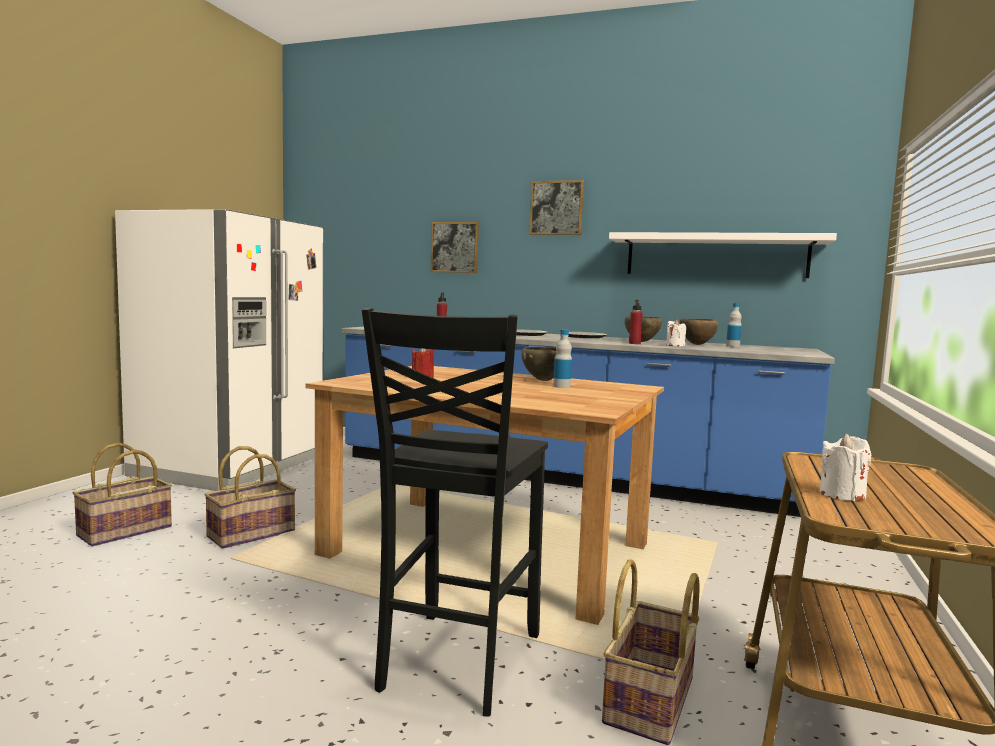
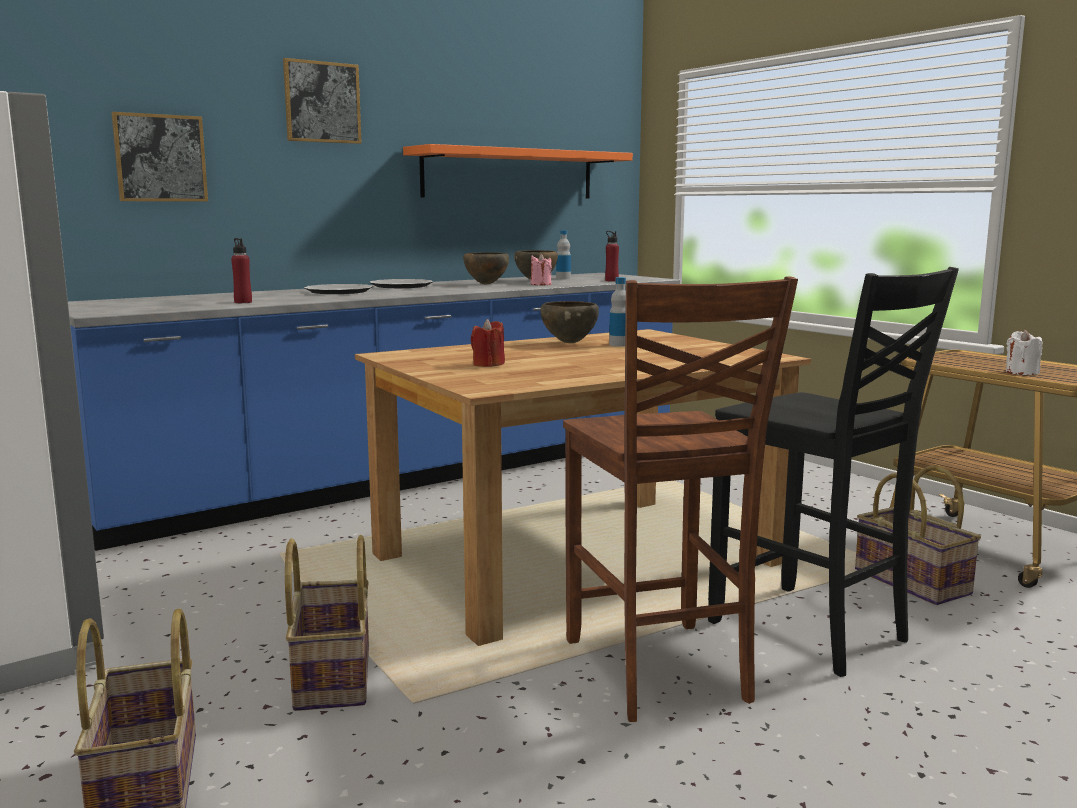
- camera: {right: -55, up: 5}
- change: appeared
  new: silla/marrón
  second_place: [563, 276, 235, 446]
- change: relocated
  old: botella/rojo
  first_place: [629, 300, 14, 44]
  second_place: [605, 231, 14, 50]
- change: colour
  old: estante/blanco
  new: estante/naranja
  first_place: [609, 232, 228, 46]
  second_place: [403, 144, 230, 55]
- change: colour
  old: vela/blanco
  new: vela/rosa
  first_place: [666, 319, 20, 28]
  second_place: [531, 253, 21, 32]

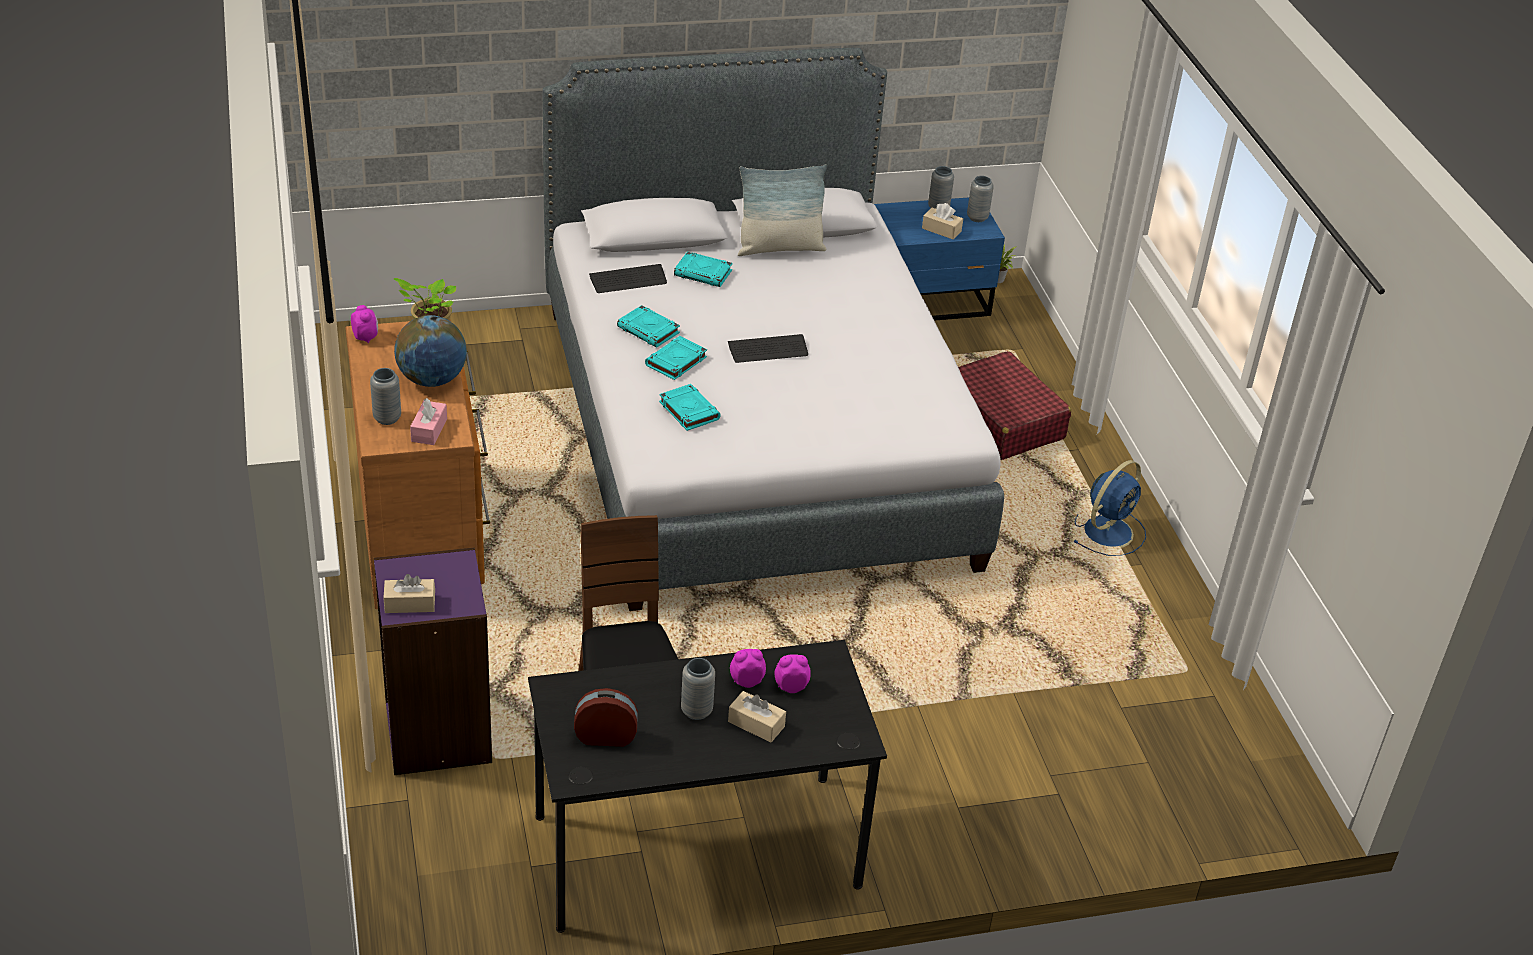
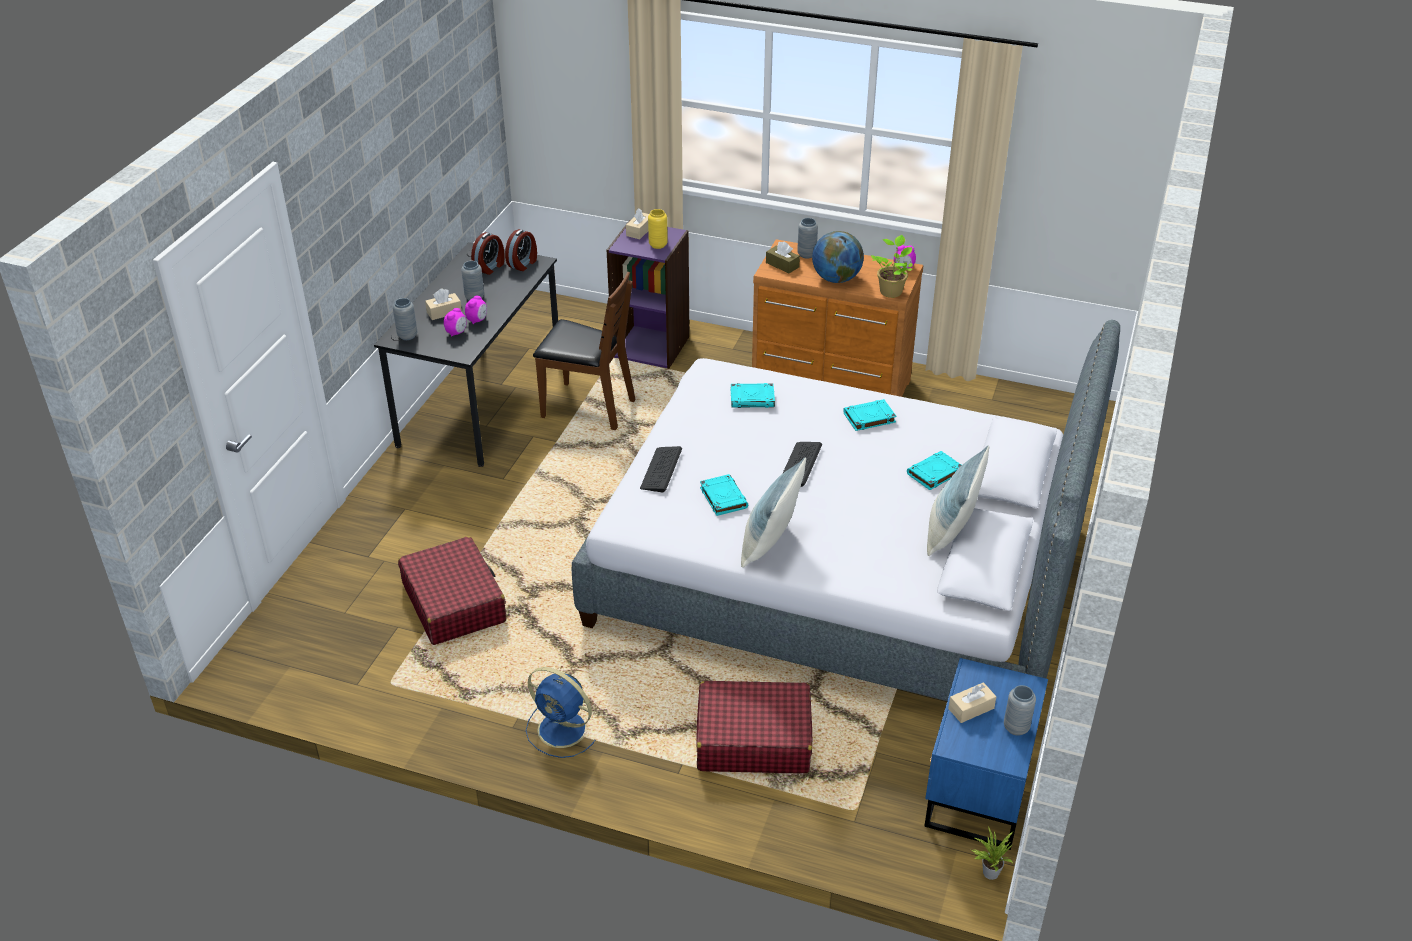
- camera: {right: 125, up: 0}
- change: appeared
  new: maleta/rojo
  second_place: [398, 536, 108, 109]
- change: appeared
  new: despertador
  second_place: [505, 229, 32, 42]
- change: appeared
  new: florero/amarillo
  second_place: [648, 209, 20, 40]
- change: appeared
  new: cojín
  second_place: [741, 457, 65, 111]
- change: relocated
  old: teclado
  first_place: [589, 264, 78, 29]
  second_place: [640, 446, 42, 46]
- change: relocated
  old: libro/turquesa
  first_place: [645, 336, 62, 44]
  second_place: [700, 474, 48, 42]
- change: relocated
  old: florero/gris
  first_place: [967, 176, 27, 46]
  second_place: [393, 298, 24, 42]
- change: colour
  old: caja de pañuelos/rosa
  new: caja de pañuelos/marrón
  first_place: [410, 398, 37, 47]
  second_place: [766, 241, 34, 32]
- change: spun
  old: ventilador/azul
  first_place: [1073, 460, 73, 96]
  second_place: [526, 667, 70, 91]
  degrees: -45

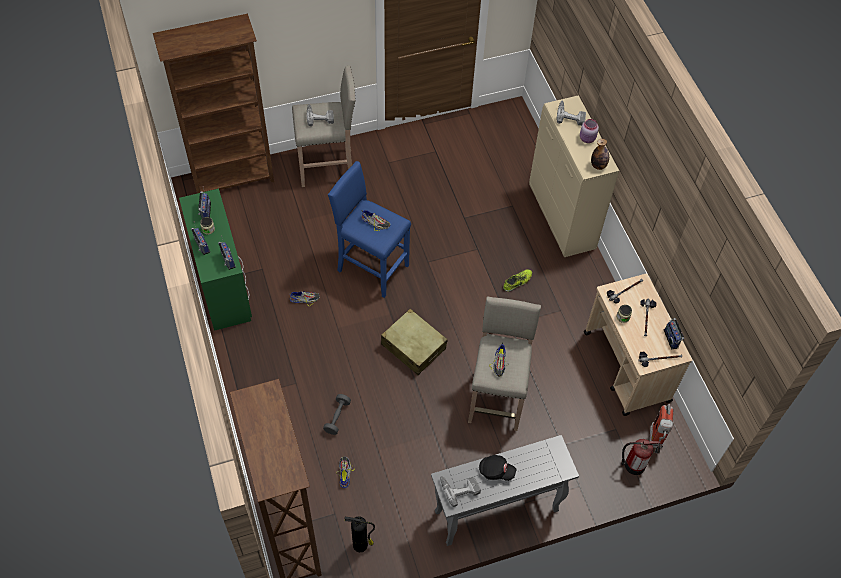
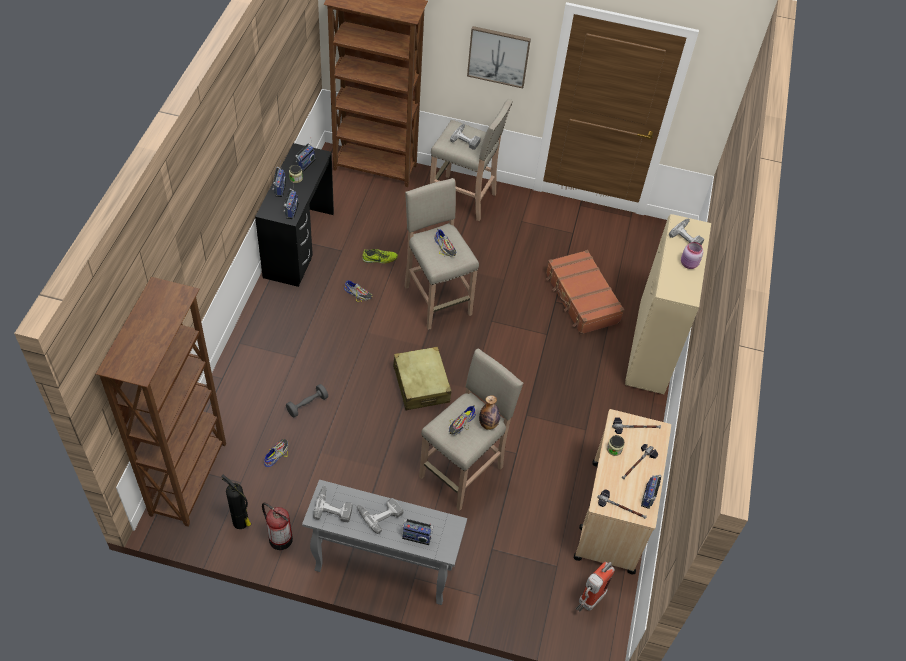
- camera: {right: 30, up: -5}
- change: appeared
  new: radio
  second_place: [402, 519, 31, 26]
- change: appeared
  new: cuadro
  second_place: [467, 26, 64, 63]
- change: appeared
  new: maleta/marrón
  second_place: [546, 250, 78, 85]
- change: relocated
  old: zapato
  first_place: [503, 269, 29, 23]
  second_place: [362, 249, 36, 15]
- change: relocated
  old: botella
  first_place: [591, 139, 18, 31]
  second_place: [479, 395, 21, 35]
- change: relocated
  old: extintor
  first_place: [621, 439, 39, 36]
  second_place: [262, 502, 31, 48]
- change: exchanged
  old: gorra/negro
  new: taladro
  first_place: [479, 455, 38, 26]
  second_place: [357, 498, 46, 36]
- change: colour
  old: escritorio/verde
  new: escritorio/negro
  first_place: [179, 189, 73, 142]
  second_place: [255, 143, 79, 144]
- change: colour
  old: taburete/azul
  new: taburete/beis
  first_place: [328, 161, 83, 137]
  second_place: [404, 178, 75, 152]

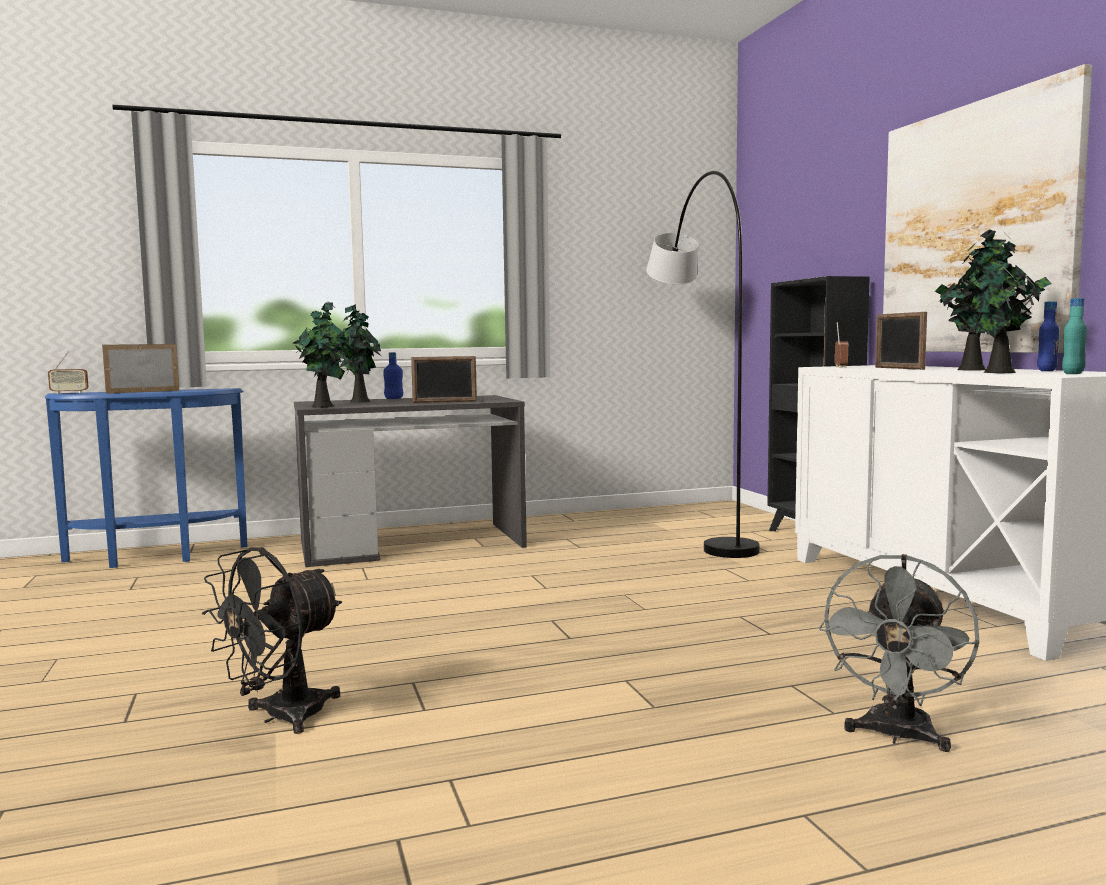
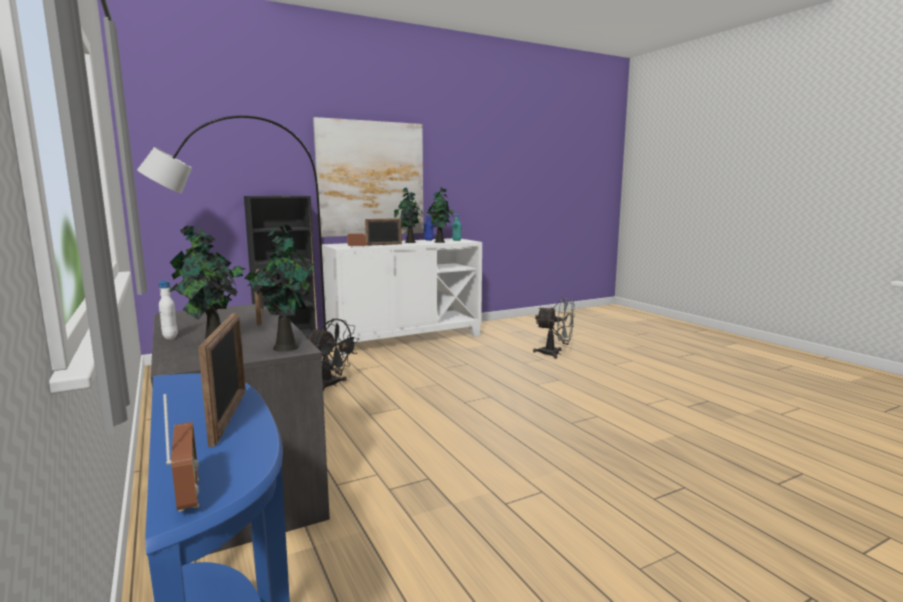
- camera: {right: -100, up: 5}
- change: relocated
  old: ventilador/negro
  first_place: [202, 547, 140, 187]
  second_place: [308, 319, 51, 72]
- change: colour
  old: botella/azul
  new: botella/blanco
  first_place: [383, 352, 20, 47]
  second_place: [159, 281, 19, 59]
- change: spun
  old: portarretratos
  first_place: [102, 344, 77, 50]
  second_place: [198, 313, 48, 134]
  degrees: -150

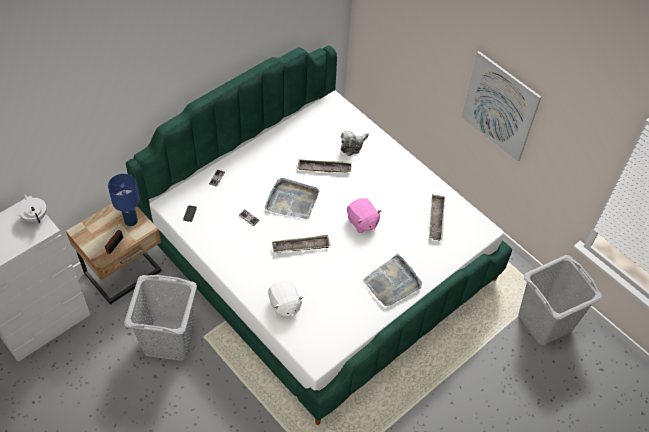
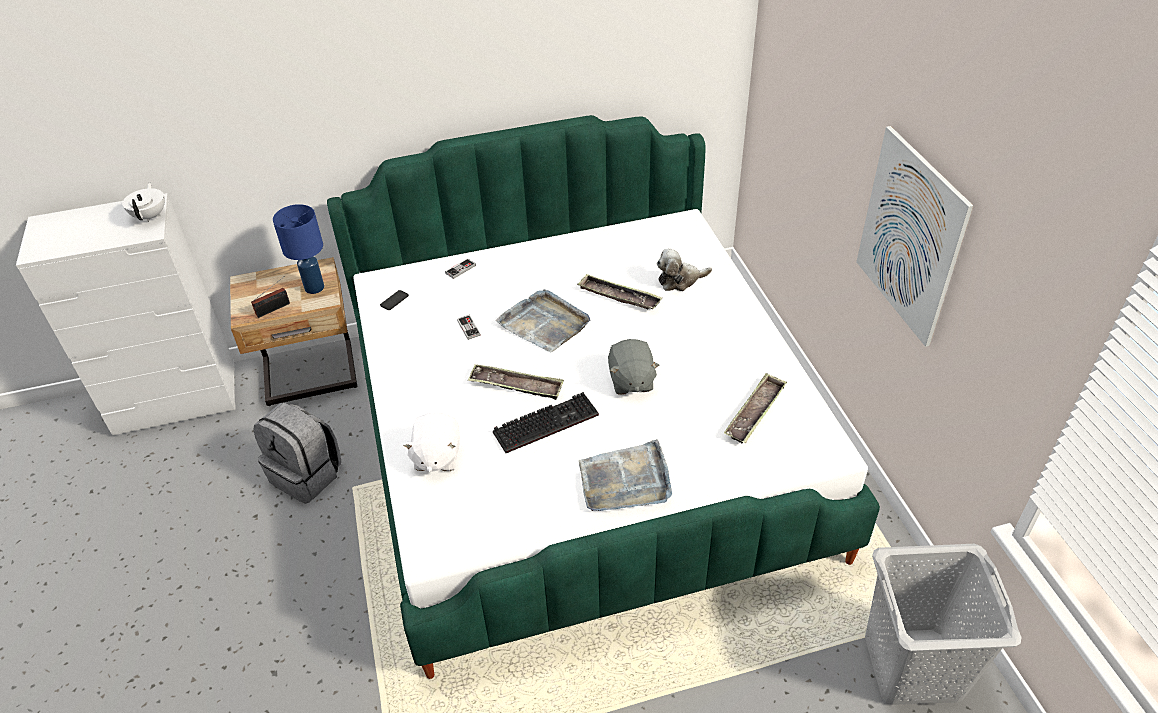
- camera: {right: 30, up: -10}
- change: appeared
  new: teclado
  second_place: [493, 392, 106, 61]
- change: exchanged
  old: cesto de la ropa/gris
  new: mochila/gris
  first_place: [124, 275, 73, 86]
  second_place: [253, 403, 88, 101]
- change: colour
  old: peluche/rosa
  new: peluche/gris
  first_place: [347, 198, 35, 35]
  second_place: [608, 339, 51, 56]

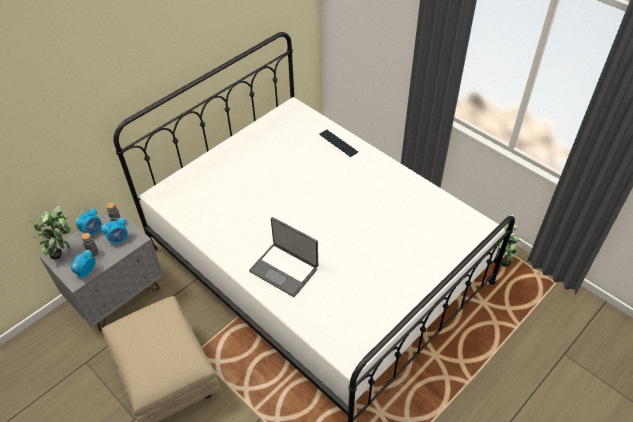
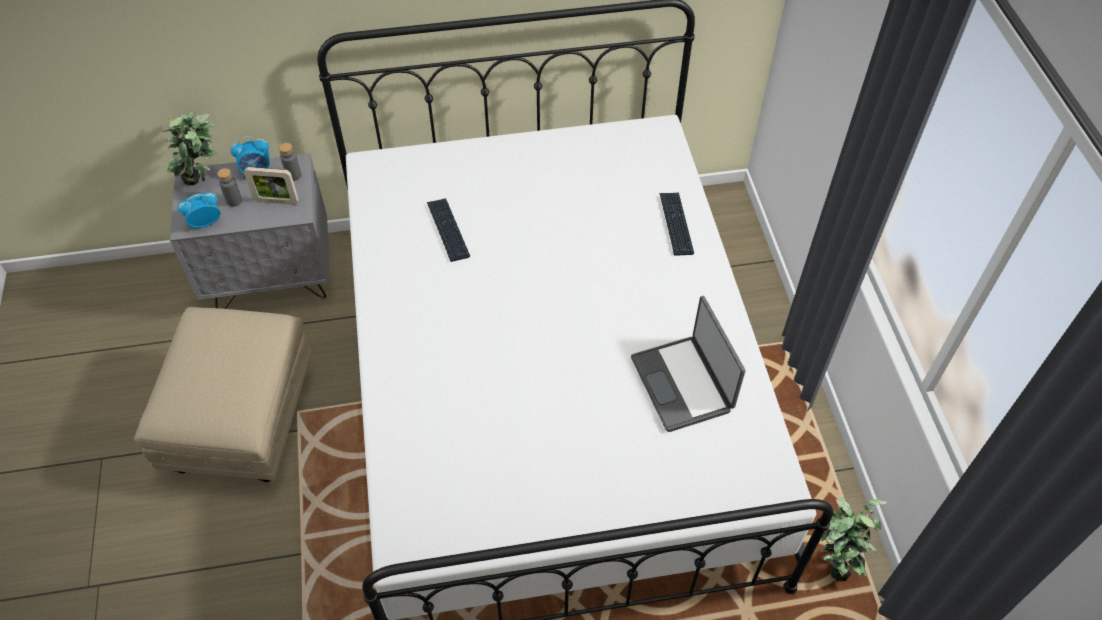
- camera: {right: 35, up: 5}
- change: appeared
  new: teclado
  second_place: [427, 198, 43, 64]
- change: relocated
  old: portátil
  first_place: [249, 217, 69, 80]
  second_place: [631, 296, 114, 136]
- change: exchanged
  old: despertador
  new: portarretratos
  first_place: [101, 218, 28, 28]
  second_place: [244, 167, 54, 38]

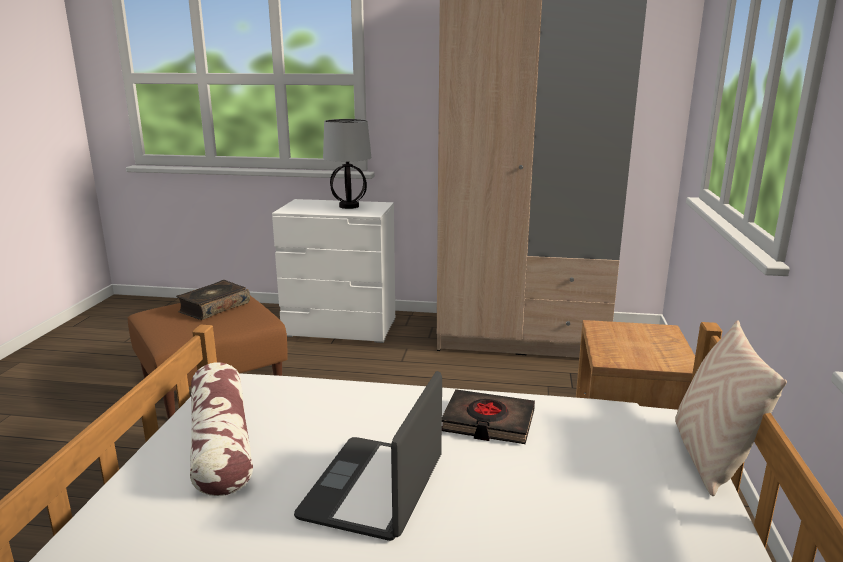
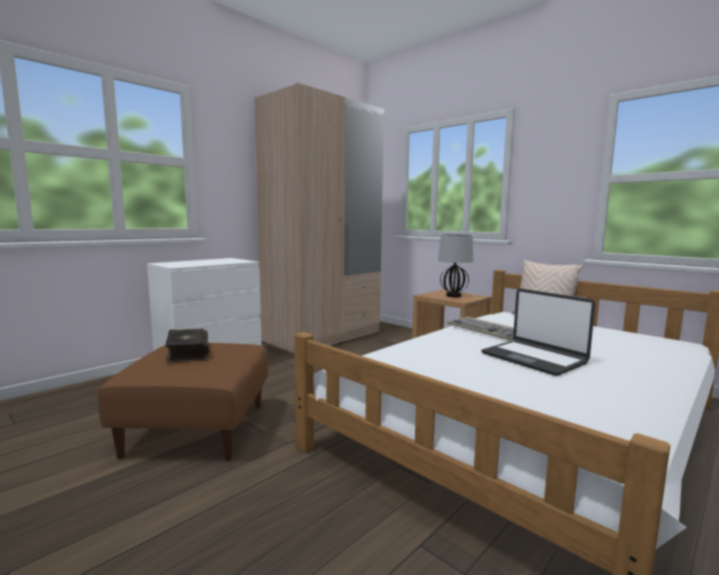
- camera: {right: -55, up: -10}
- change: missing
  old: cojín
  first_place: [190, 362, 63, 134]
- change: relocated
  old: lámpara de mesa
  first_place: [323, 119, 48, 90]
  second_place: [438, 234, 35, 63]
- change: exchanged
  old: libro/negro
  new: teclado
  first_place: [442, 389, 93, 55]
  second_place: [447, 317, 67, 23]

